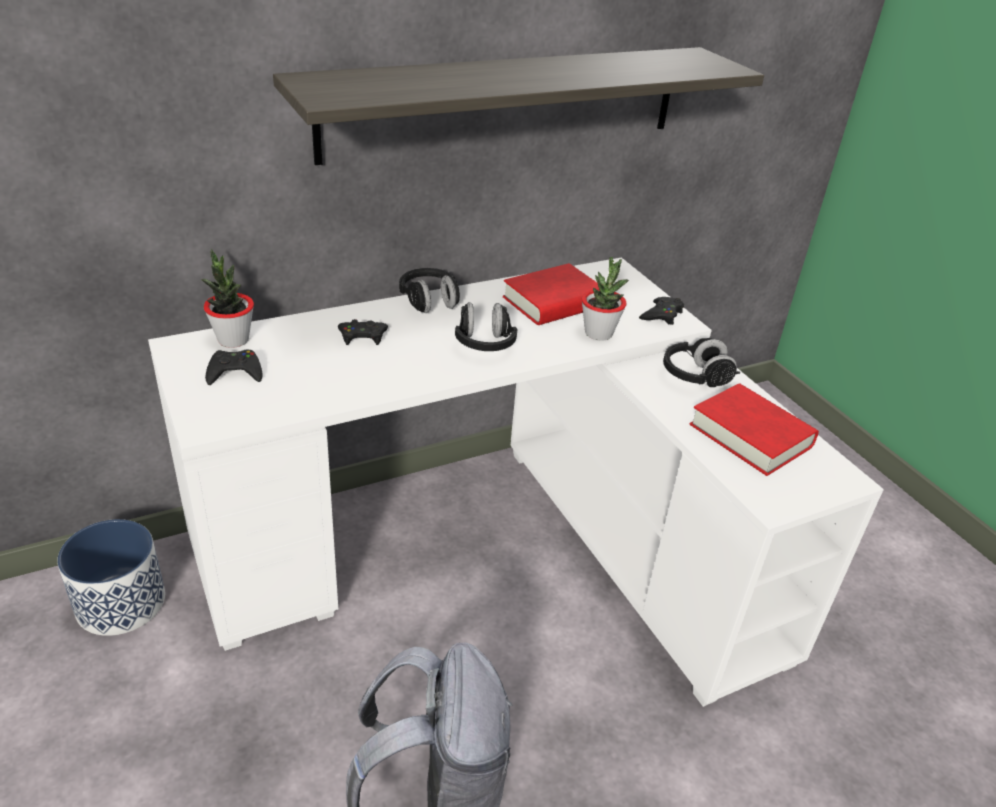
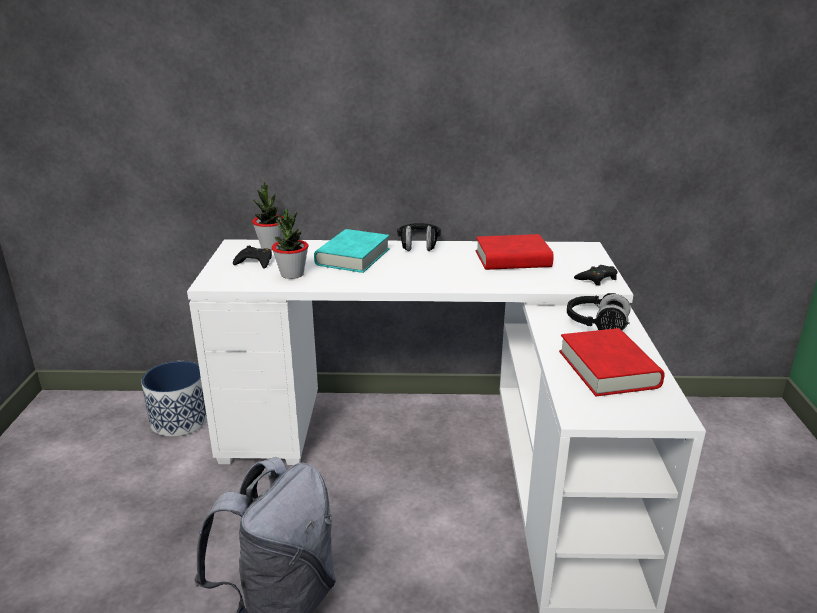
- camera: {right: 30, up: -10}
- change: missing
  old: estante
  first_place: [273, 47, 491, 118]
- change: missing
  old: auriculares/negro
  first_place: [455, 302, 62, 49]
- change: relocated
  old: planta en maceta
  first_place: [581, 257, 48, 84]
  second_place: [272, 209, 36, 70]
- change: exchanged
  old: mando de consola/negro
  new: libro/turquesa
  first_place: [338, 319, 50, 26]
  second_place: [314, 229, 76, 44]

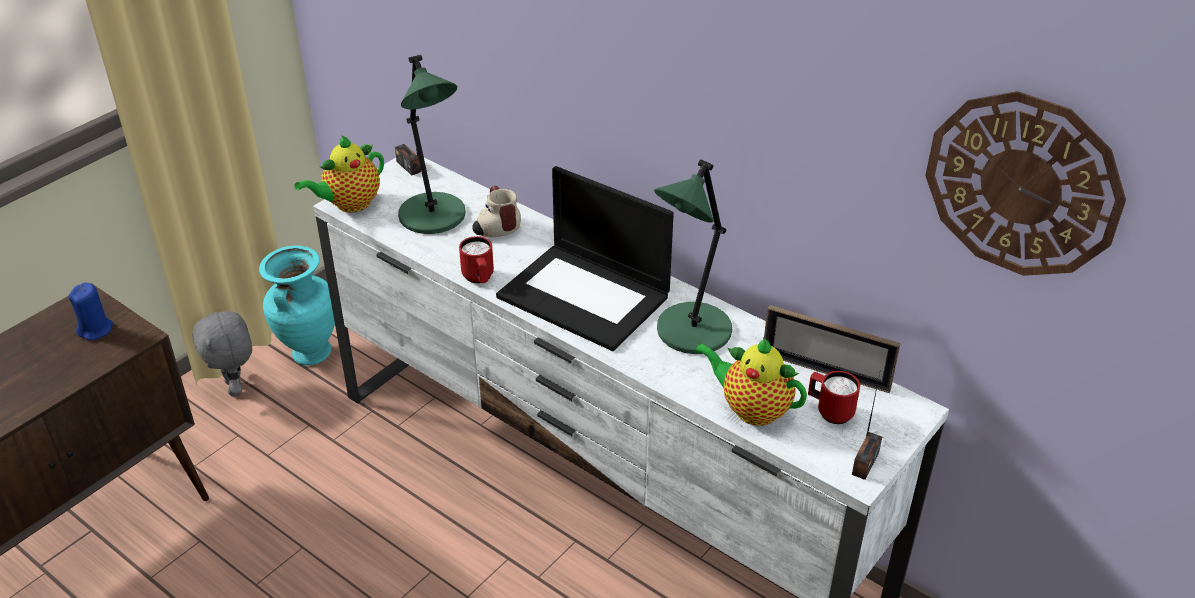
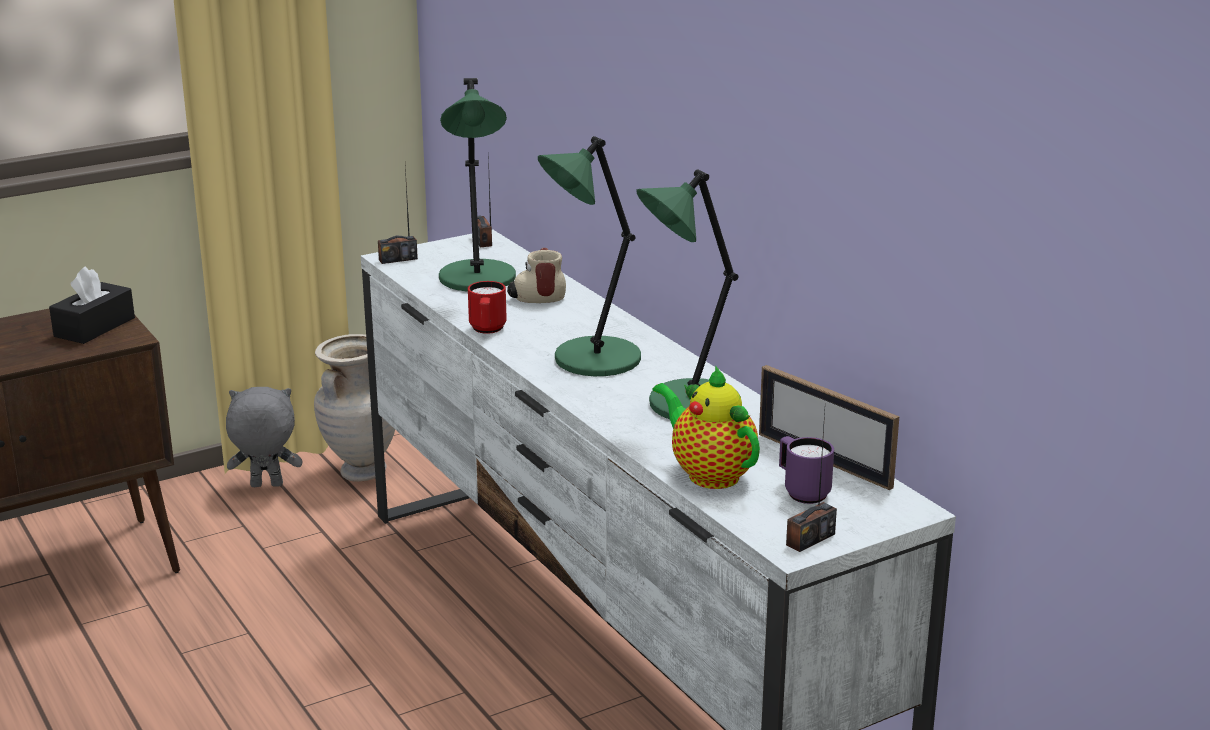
- camera: {right: 20, up: -15}
- change: missing
  old: reloj de pared
  first_place: [925, 91, 201, 185]
- change: exchanged
  old: vela/azul
  new: caja de pañuelos/negro
  first_place: [68, 282, 45, 59]
  second_place: [49, 266, 86, 78]
- change: exchanged
  old: tetera
  new: radio
  first_place: [294, 135, 90, 78]
  second_place: [378, 167, 40, 97]
- change: exchanged
  old: portátil
  new: lámpara de mesa/verde
  first_place: [496, 166, 178, 185]
  second_place: [538, 136, 103, 240]
- change: colour
  old: florero/turquesa
  new: florero/beis
  first_place: [259, 246, 76, 120]
  second_place: [314, 334, 81, 148]
- change: colour
  old: taza grande/rojo
  new: taza grande/morado
  first_place: [808, 371, 52, 53]
  second_place: [779, 436, 55, 68]
- change: spun
  old: peluche/gris
  first_place: [192, 311, 60, 86]
  second_place: [226, 387, 76, 100]
  degrees: 90

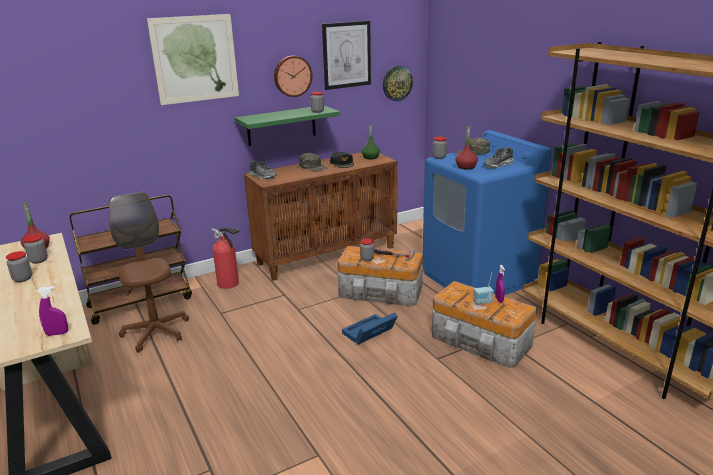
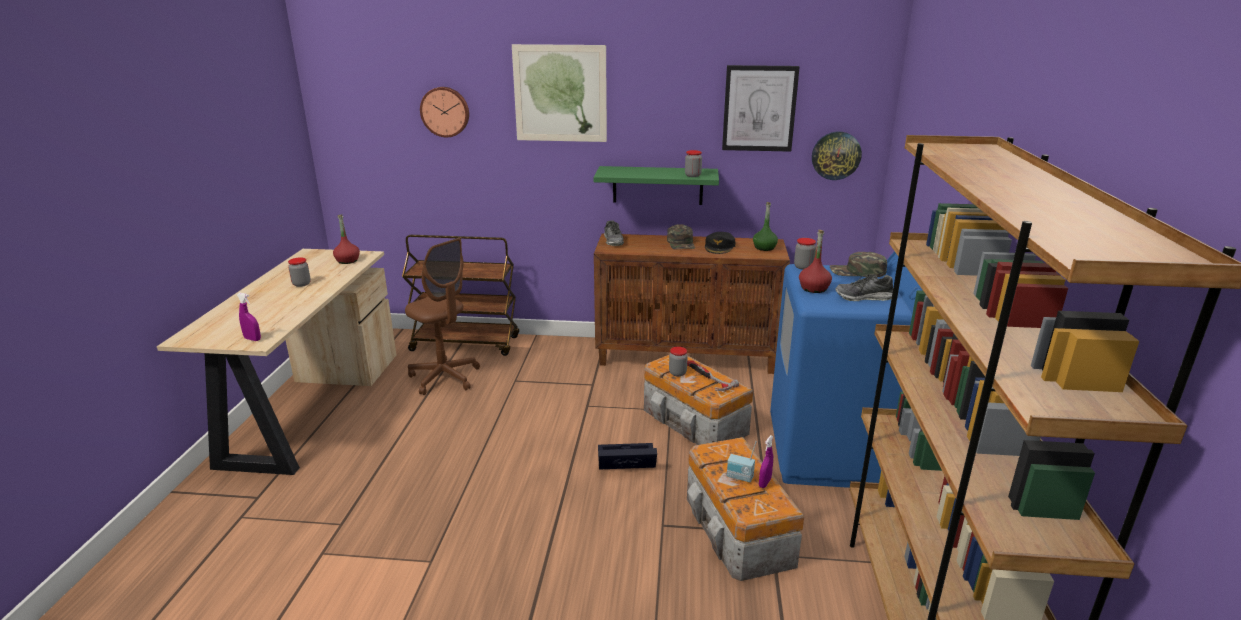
- camera: {right: 35, up: 0}
- change: missing
  old: tarro
  first_place: [23, 234, 25, 30]
- change: missing
  old: extintor
  first_place: [211, 228, 29, 61]
- change: relocated
  old: reloj de pared
  first_place: [274, 56, 38, 41]
  second_place: [420, 87, 49, 50]
- change: colour
  old: caja de almacenaje/azul
  new: caja de almacenaje/negro
  first_place: [342, 312, 56, 33]
  second_place: [598, 443, 59, 27]
- change: spun
  old: silla de oficina/marrón
  first_place: [109, 192, 80, 161]
  second_place: [405, 238, 75, 157]
  degrees: 120

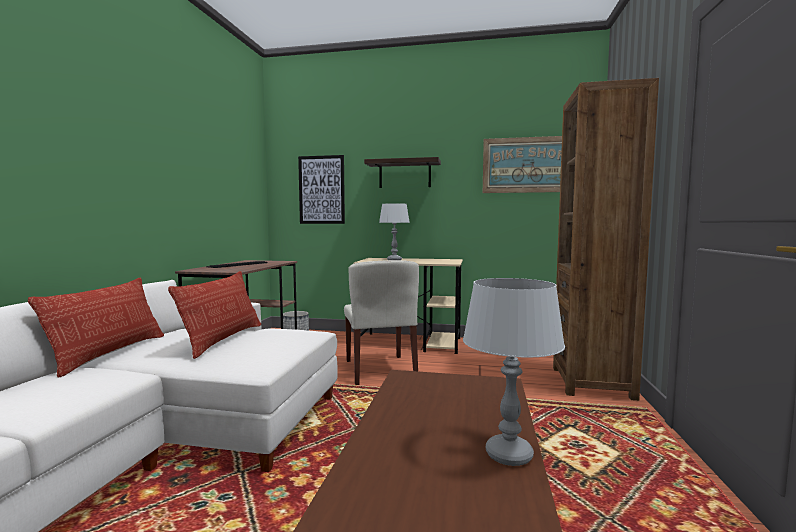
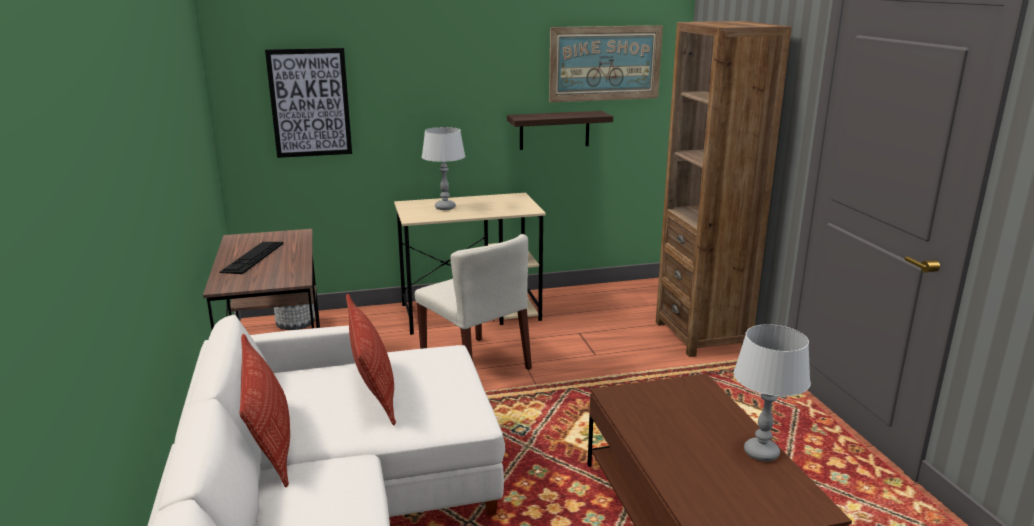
- camera: {right: -25, up: 15}
- change: relocated
  old: estante
  first_place: [364, 157, 77, 31]
  second_place: [507, 111, 106, 39]

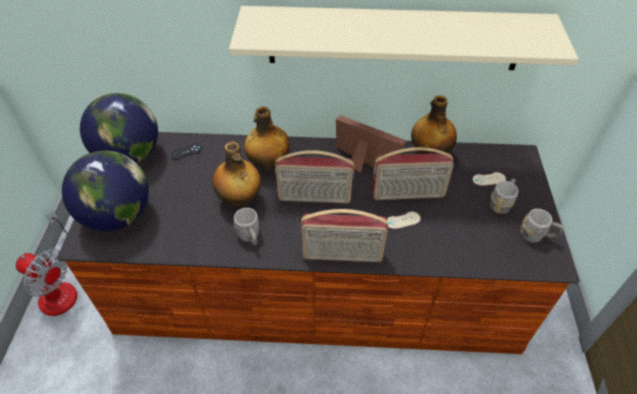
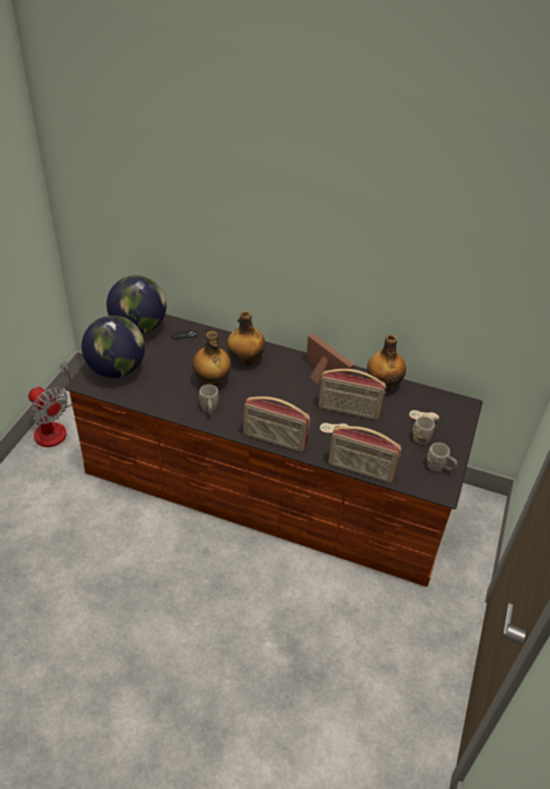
- camera: {right: 15, up: -5}
- change: missing
  old: estante/beis
  first_place: [229, 6, 349, 64]
- change: relocated
  old: radio
  first_place: [275, 150, 79, 53]
  second_place: [329, 426, 72, 57]

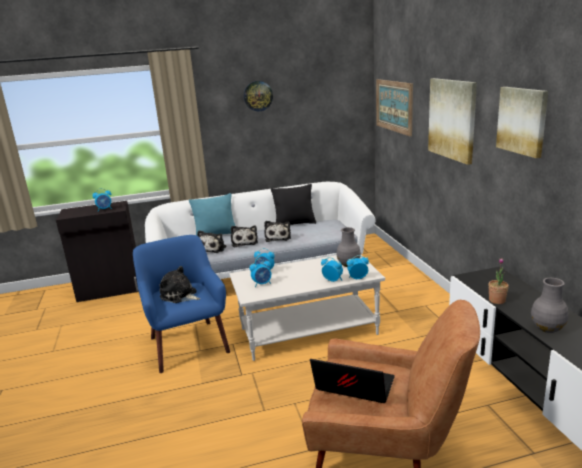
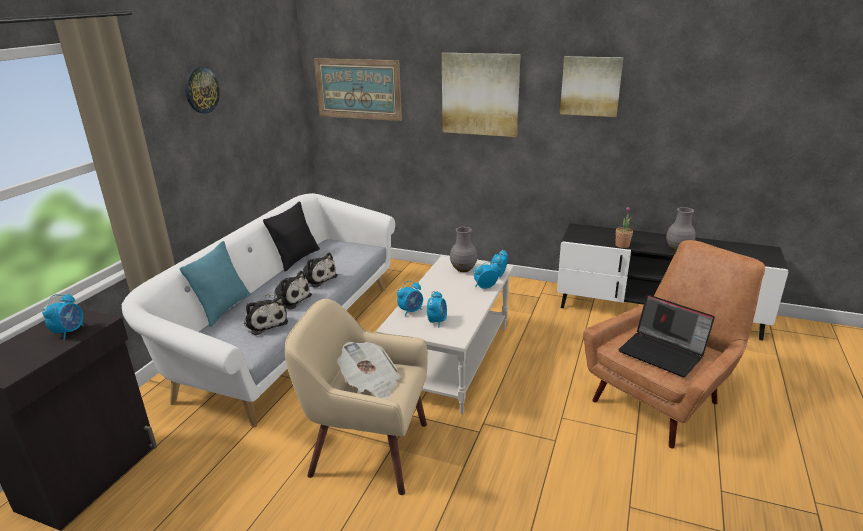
- camera: {right: -55, up: 5}
- change: exchanged
  old: peluche
  new: periódico
  first_place: [160, 266, 40, 37]
  second_place: [337, 342, 64, 57]
- change: colour
  old: sillón/azul
  new: sillón/beis
  first_place: [133, 235, 97, 138]
  second_place: [285, 299, 143, 196]
- change: spun
  old: portátil
  first_place: [310, 359, 85, 44]
  second_place: [618, 294, 97, 83]
  degrees: -105

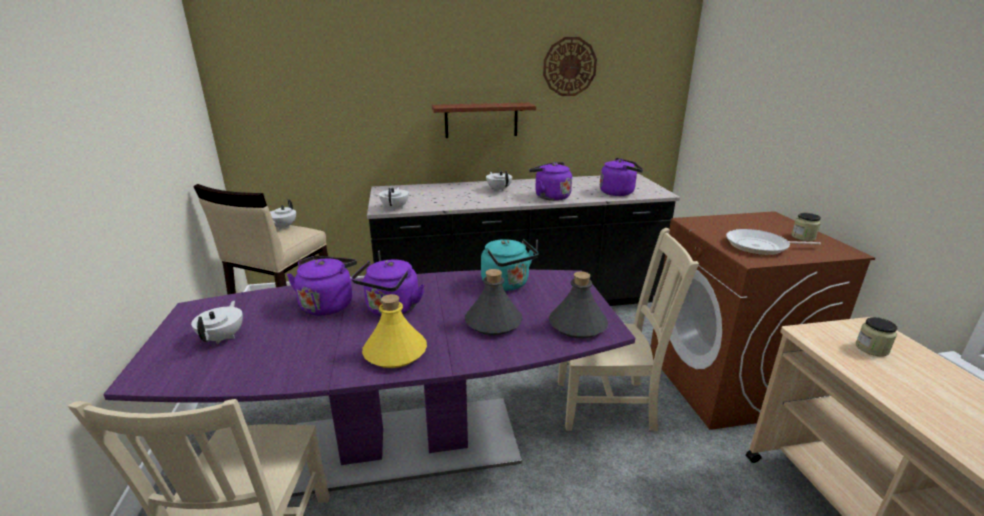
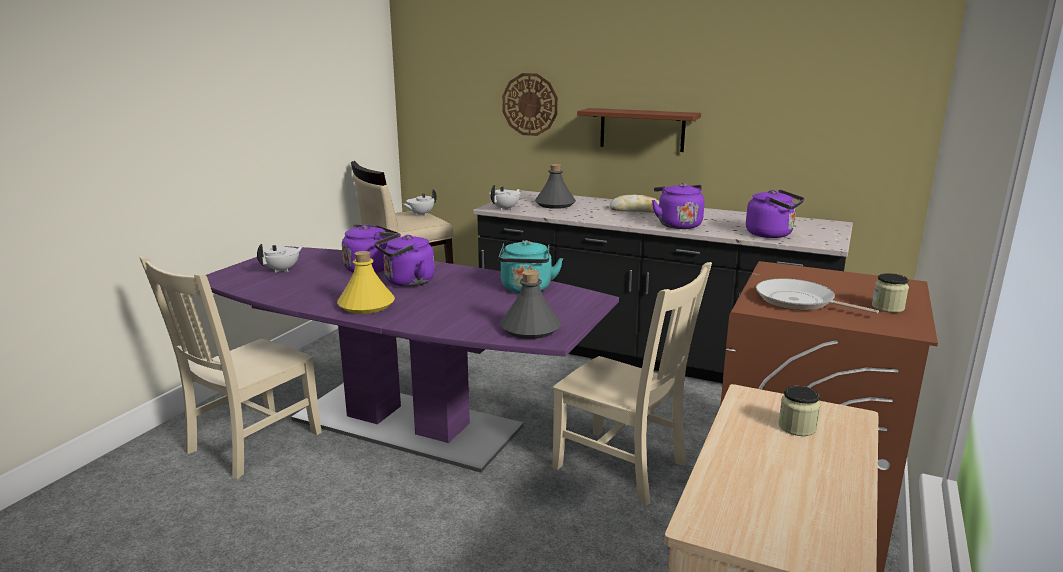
- camera: {right: 35, up: -5}
- change: relocated
  old: botella/gris
  first_place: [465, 269, 58, 66]
  second_place: [535, 164, 41, 45]
- change: relocated
  old: reloj de pared
  first_place: [543, 37, 54, 59]
  second_place: [502, 73, 56, 63]
- change: exchanged
  old: tetera/blanco
  new: pan
  first_place: [486, 170, 26, 22]
  second_place: [610, 195, 49, 18]

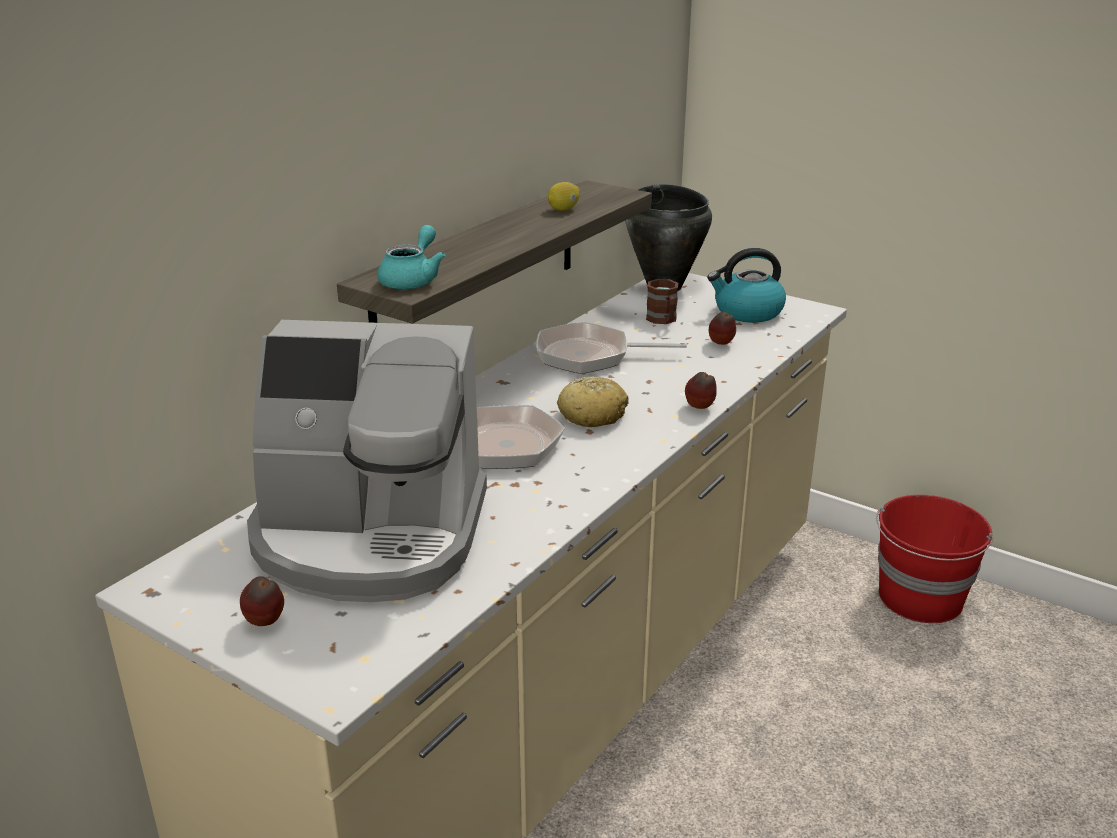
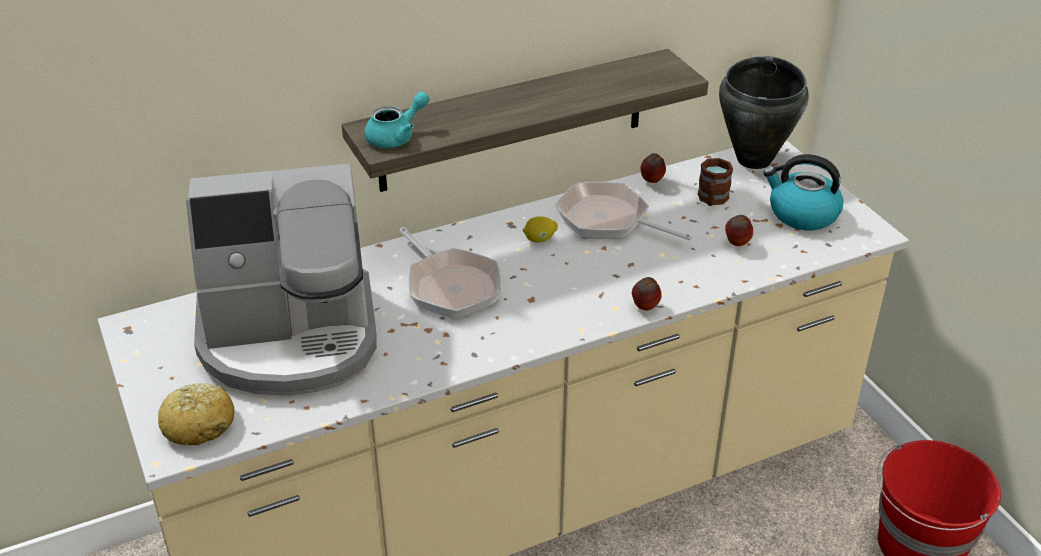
- camera: {right: 30, up: 10}
- change: relocated
  old: manzana
  first_place: [240, 576, 44, 50]
  second_place: [640, 153, 26, 30]
- change: relocated
  old: limón
  first_place: [548, 182, 32, 29]
  second_place: [523, 217, 35, 26]
- change: relocated
  old: pan
  first_place: [557, 377, 72, 50]
  second_place: [158, 383, 76, 62]
- change: spun
  old: cafetera
  first_place: [247, 320, 240, 282]
  second_place: [186, 164, 191, 232]
  degrees: -45

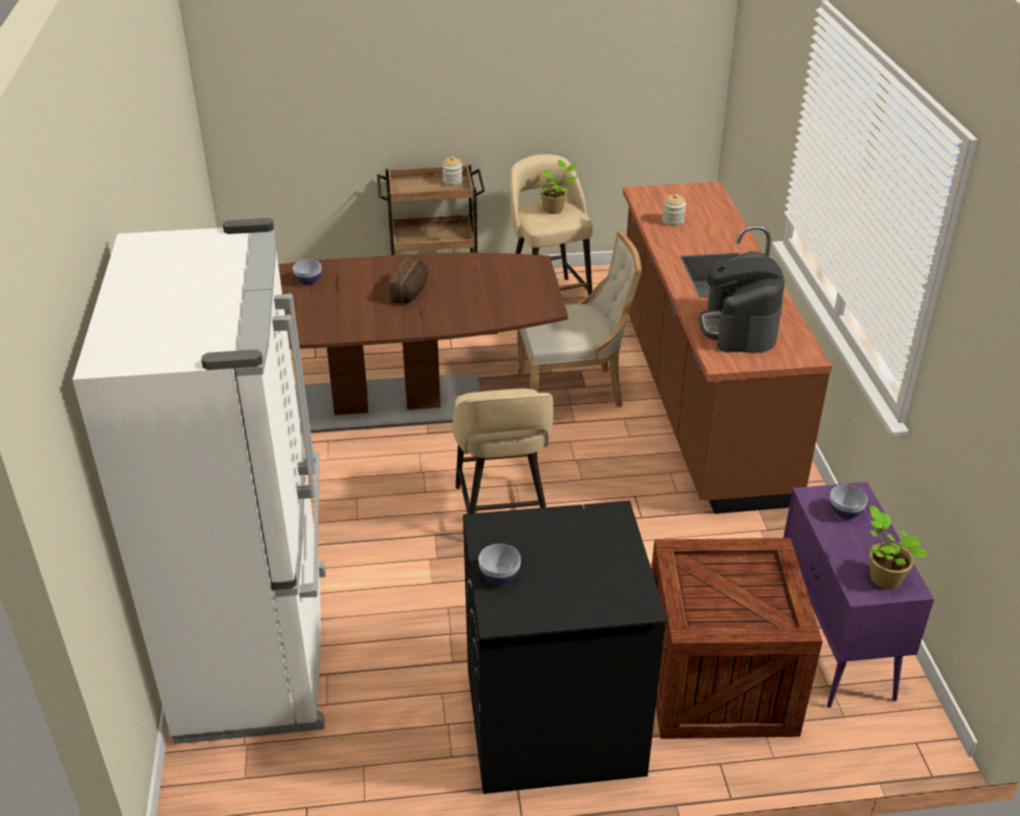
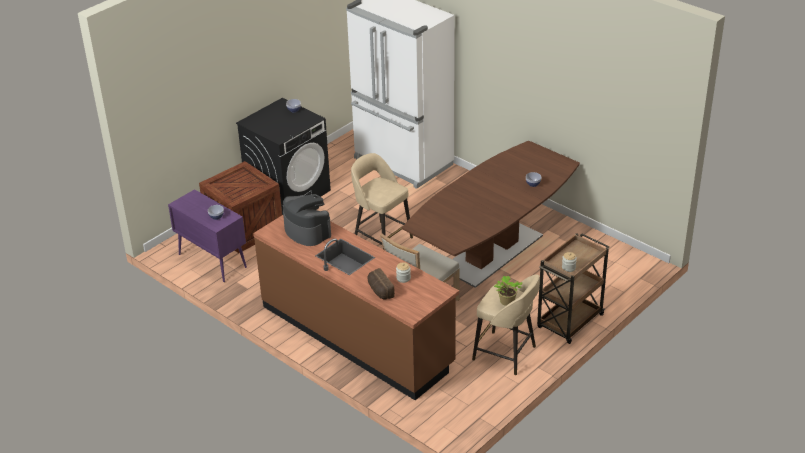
- camera: {right: 140, up: 0}
- change: missing
  old: planta en maceta
  first_place: [869, 505, 59, 84]
- change: relocated
  old: pan
  first_place: [389, 257, 39, 46]
  second_place: [367, 268, 28, 32]

